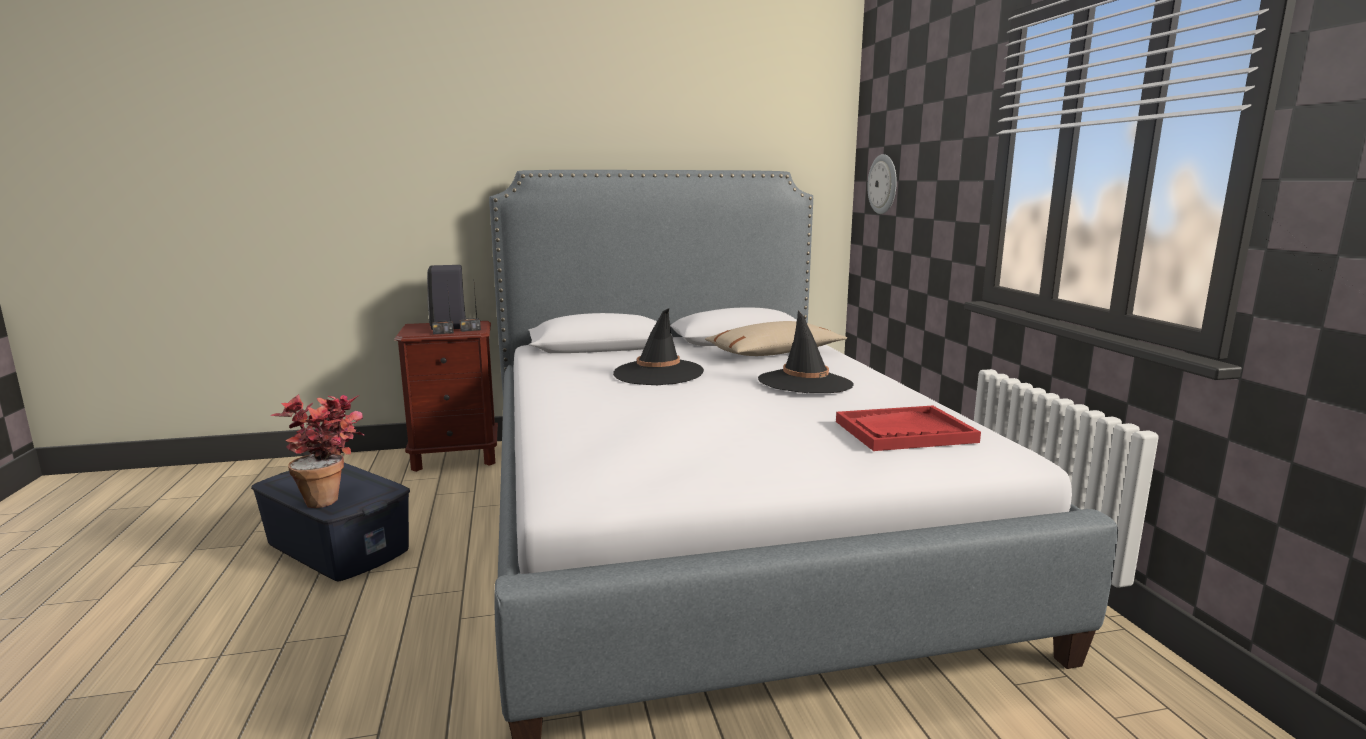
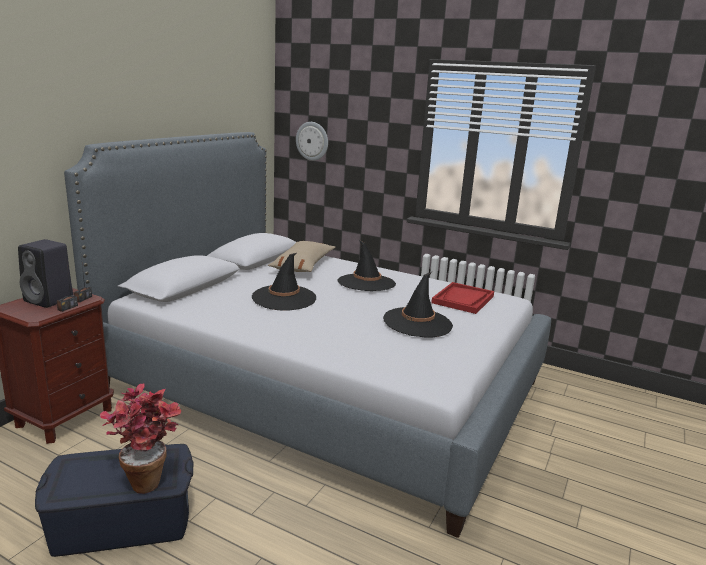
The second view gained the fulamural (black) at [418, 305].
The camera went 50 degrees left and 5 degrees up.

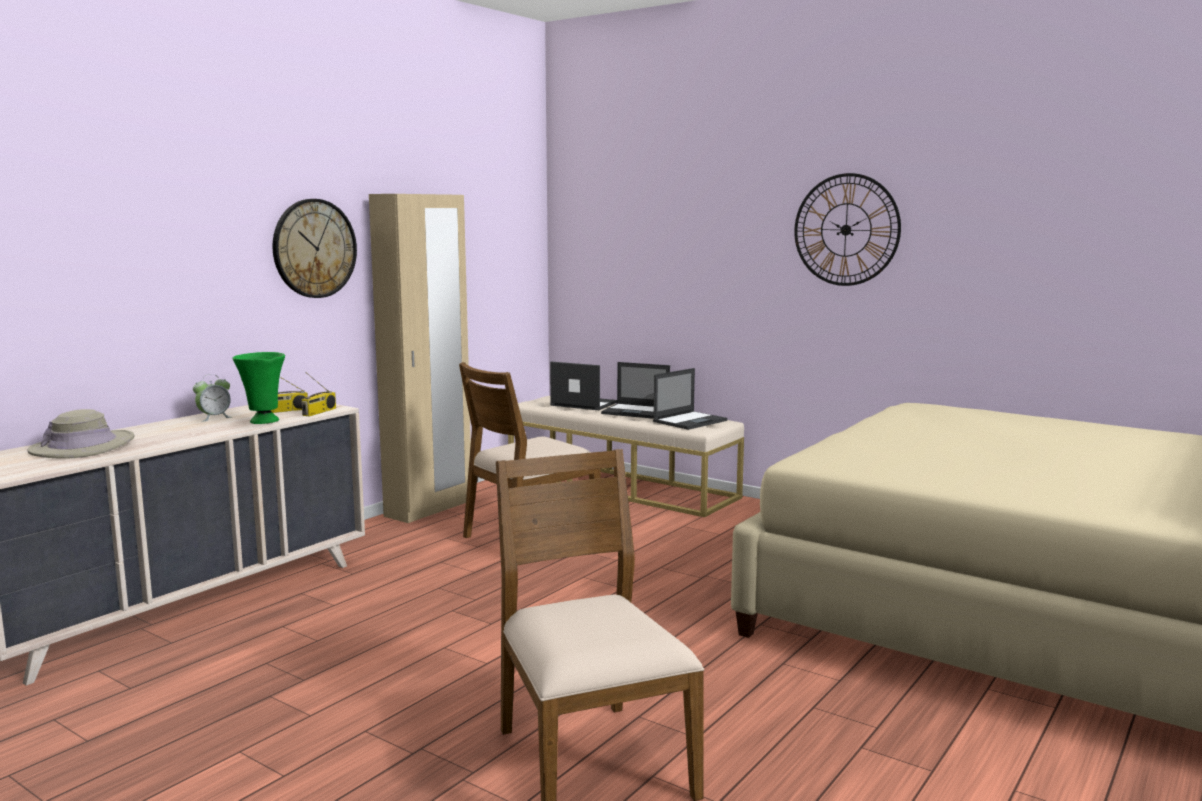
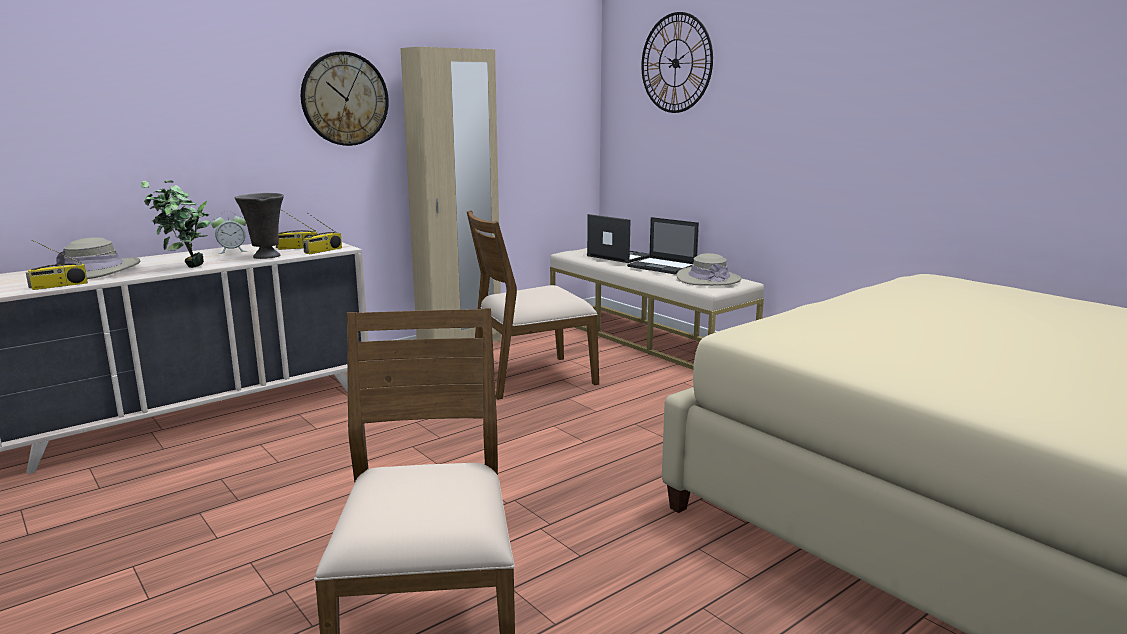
What was the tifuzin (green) at [258, 388] turned into the tifuzin (grey) at [259, 226].
Where the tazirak stood at [690, 399], the fulamural (beige) came to stand at [709, 269].
The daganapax ended up elsewhere, having gone from [847, 229] to [677, 62].
The second view gained the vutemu at [57, 265].
The second view gained the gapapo at [176, 224].
The camera went 15 degrees right and 5 degrees up.

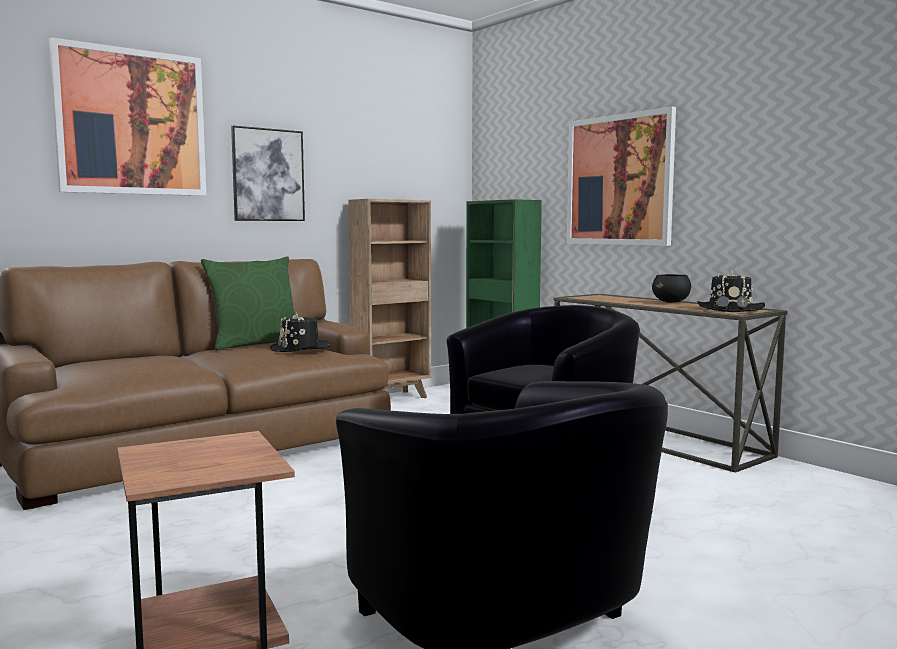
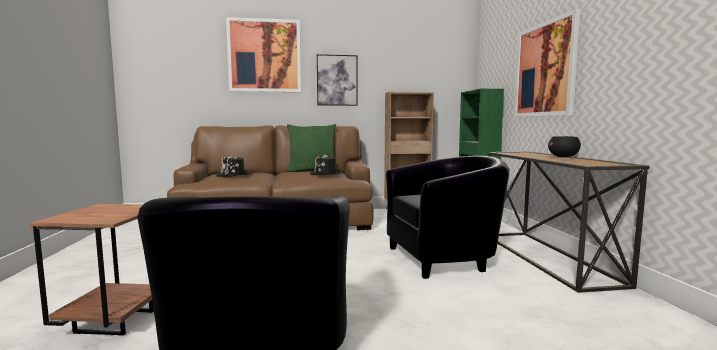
The fulamural (black) ended up elsewhere, having gone from [731, 291] to [233, 166].
The camera went 30 degrees right and 0 degrees up.

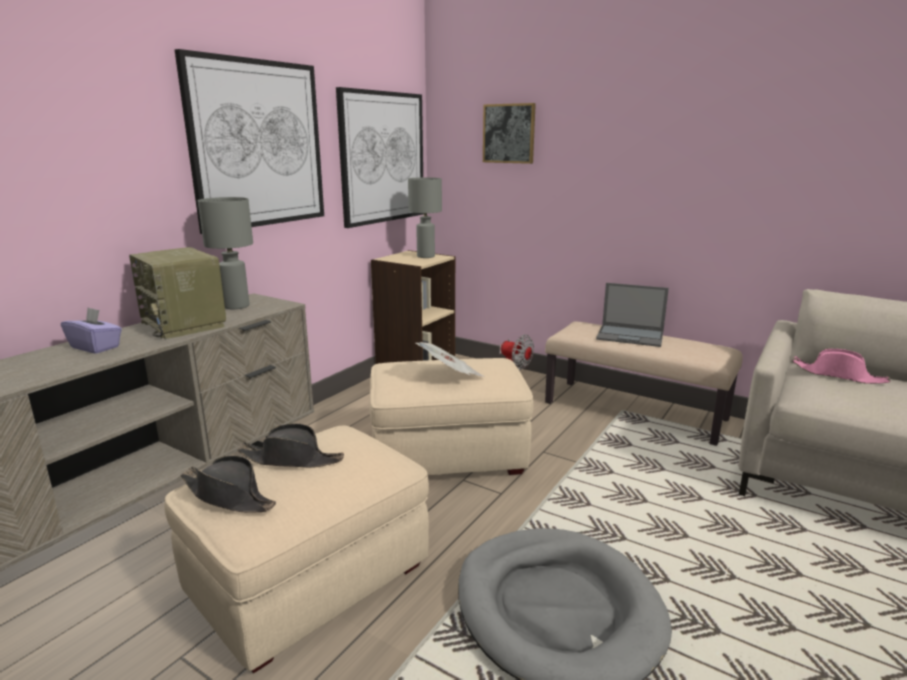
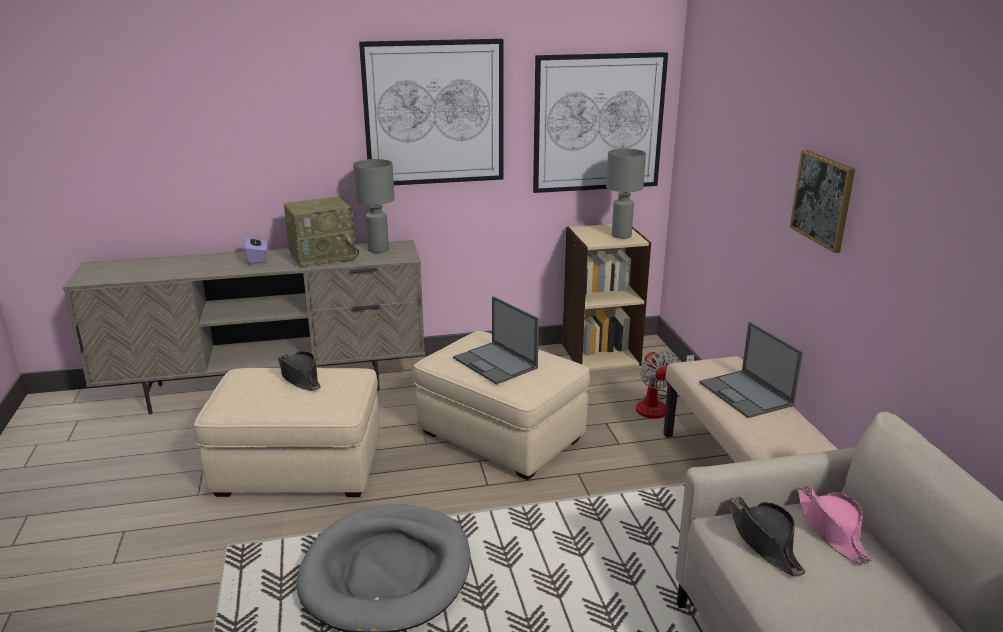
The vutemu at [177, 293] ended up facing another way, 120 degrees counterclockwise from before.
The fulamural (black) ended up elsewhere, having gone from [228, 484] to [767, 537].
Where the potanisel stood at [450, 359], the tazirak came to stand at [496, 340].
The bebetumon ended up elsewhere, having gone from [509, 133] to [822, 201].
The camera went 45 degrees right and 5 degrees up.

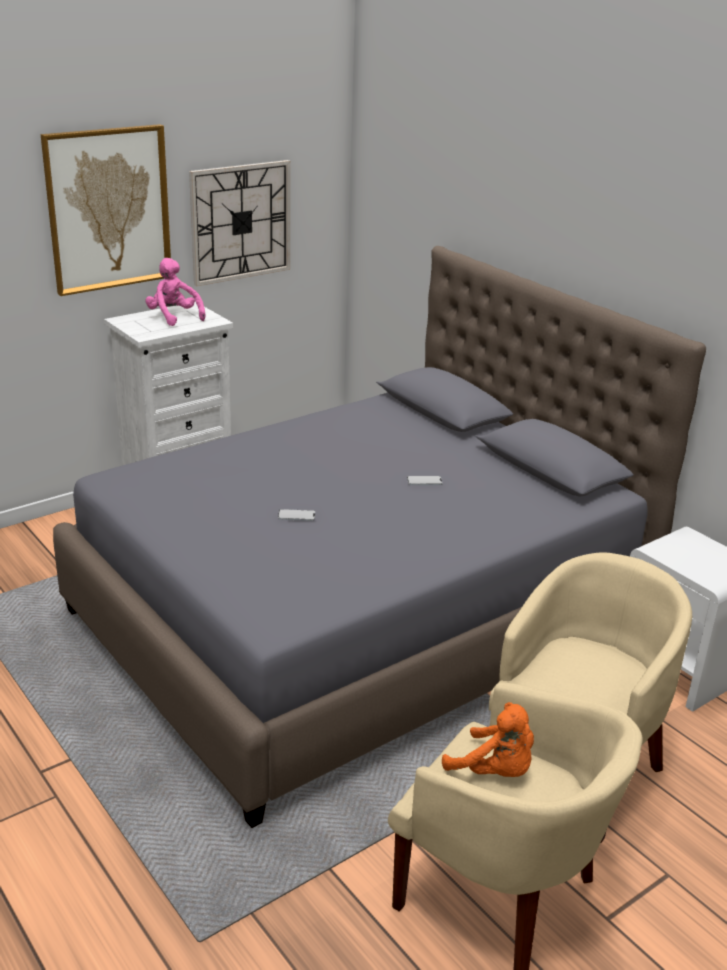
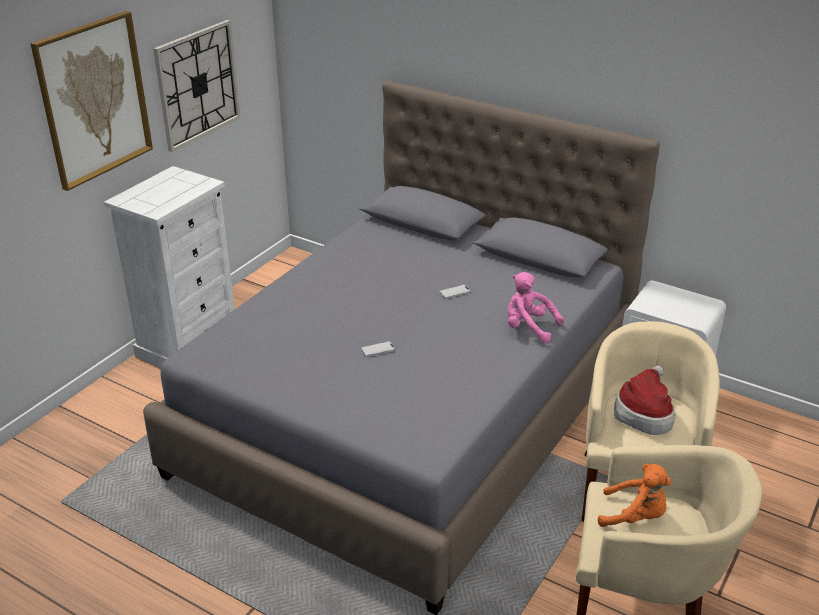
The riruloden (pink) ended up elsewhere, having gone from [175, 292] to [536, 307].
The second view gained the fulamural at [645, 400].
The camera went 20 degrees left and 5 degrees up.

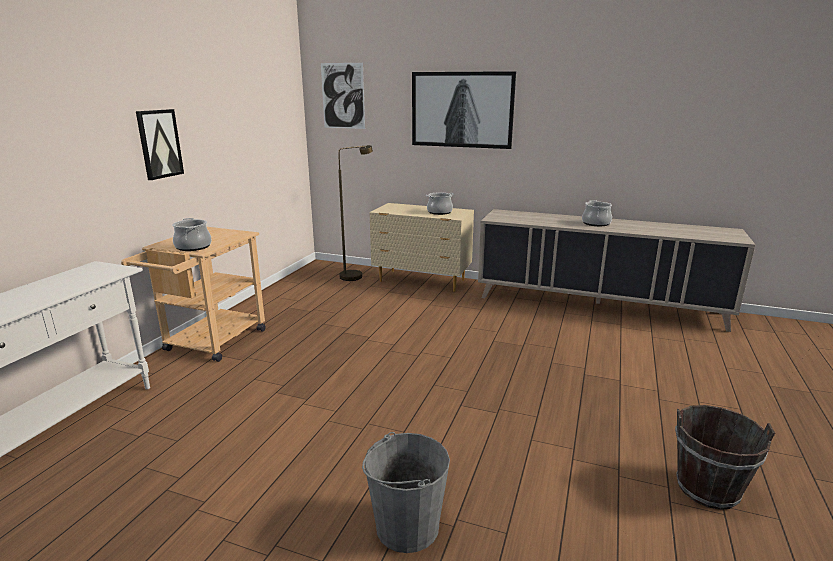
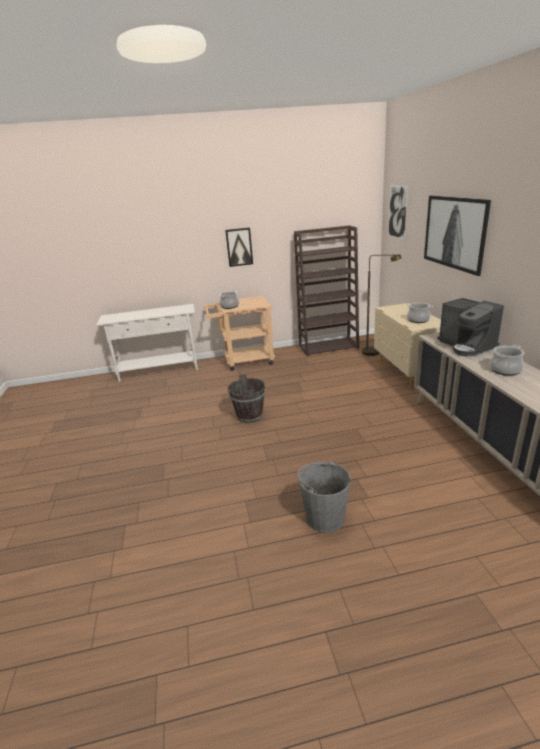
The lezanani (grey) ended up elsewhere, having gone from [406, 492] to [324, 497].
The lezanani (brown) ended up elsewhere, having gone from [725, 457] to [247, 398].
The second view gained the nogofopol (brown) at [326, 290].
The second view gained the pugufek at [470, 327].
The camera went 60 degrees right and 5 degrees up.

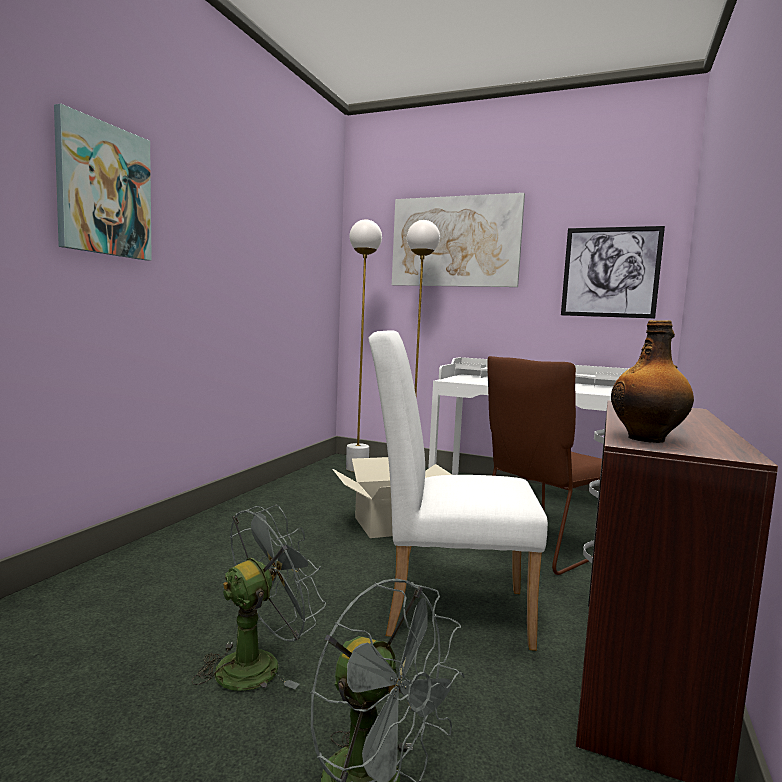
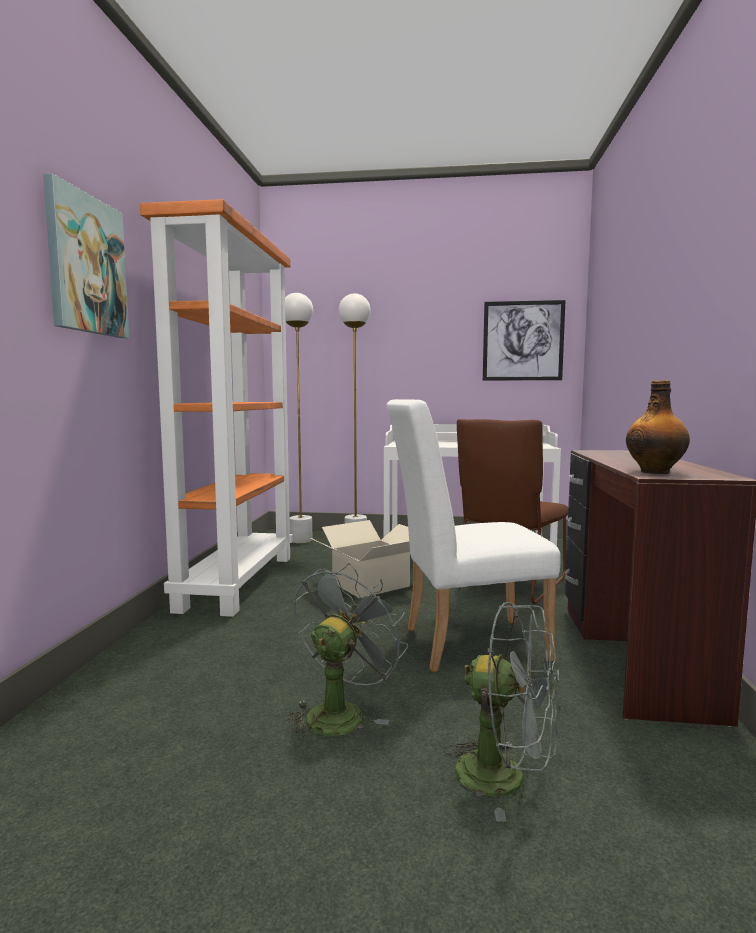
The second view lost the bebetumon at [458, 240].
The second view gained the nogofopol (orange) at [216, 408].
The camera went 15 degrees left and 0 degrees up.

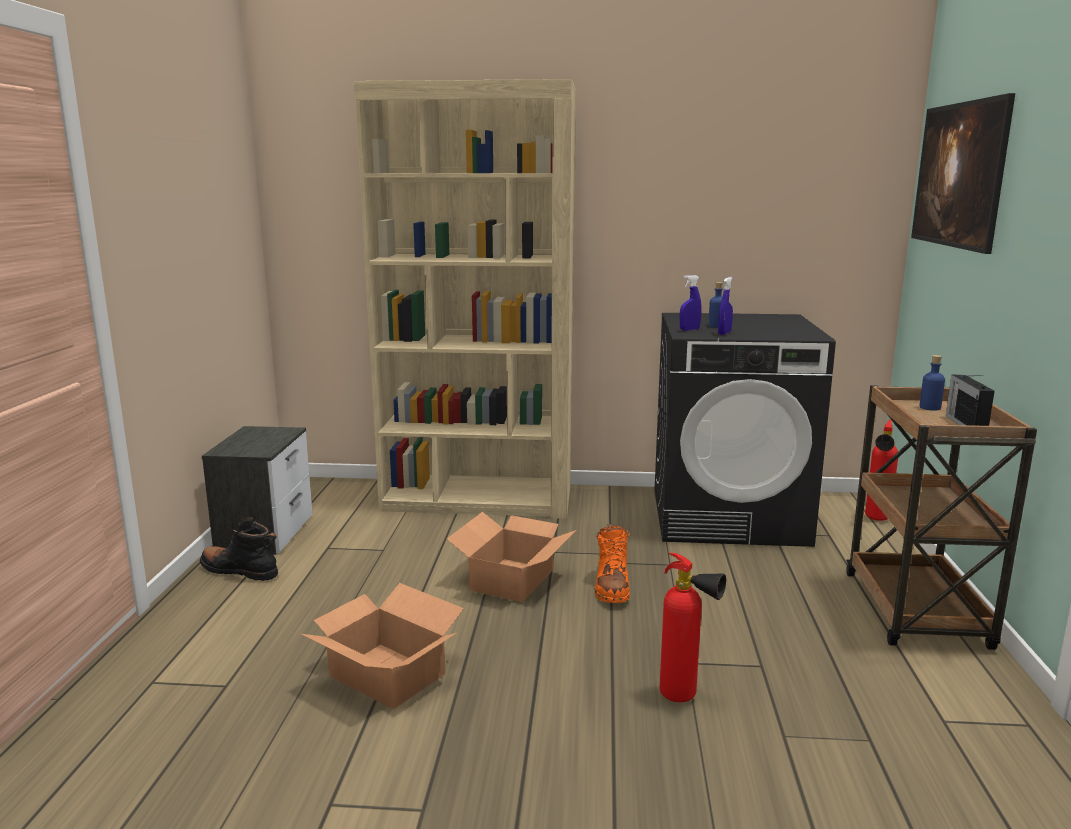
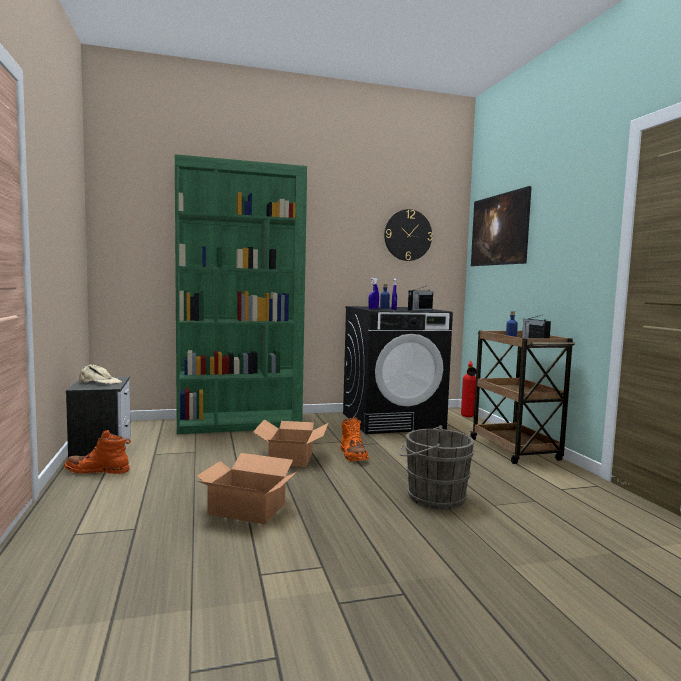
What was the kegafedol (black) at [239, 549] turned into the kegafedol (orange) at [97, 452].
What was the nogofopol (beige) at [464, 299] turned into the nogofopol (green) at [240, 294].
Where the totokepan stood at [693, 627], the lezanani (grey) came to stand at [436, 467].
The second view gained the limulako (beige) at [100, 374].
The second view gained the daganapax at [408, 235].
The second view gained the vutemu at [420, 298].
The camera went 20 degrees left and 10 degrees down.

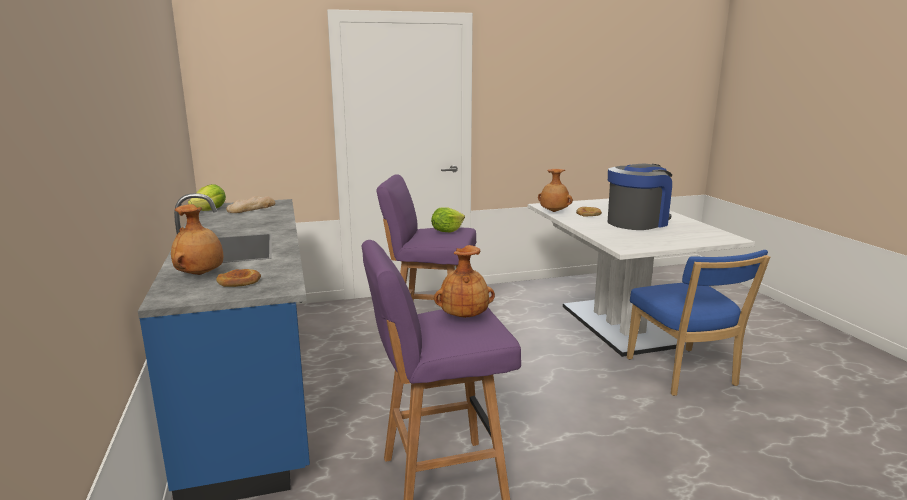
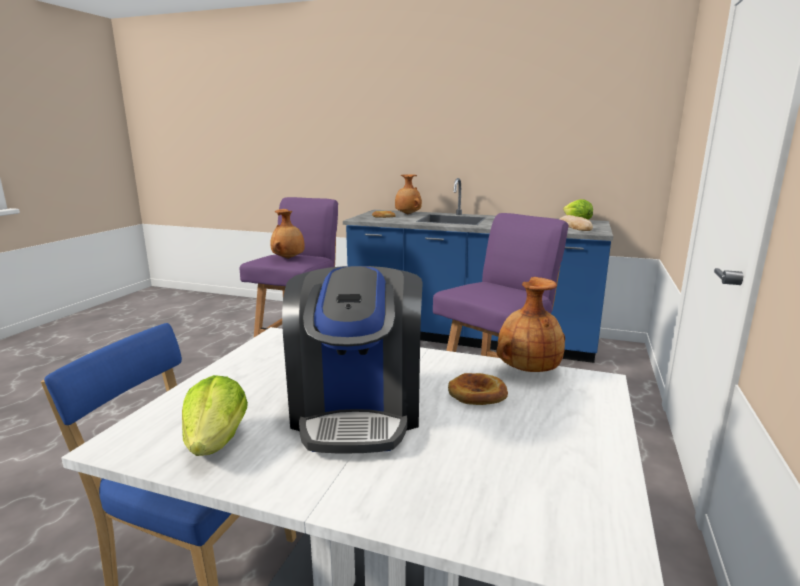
The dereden ended up elsewhere, having gone from [448, 220] to [215, 415].
The camera went 125 degrees right and 0 degrees up.

